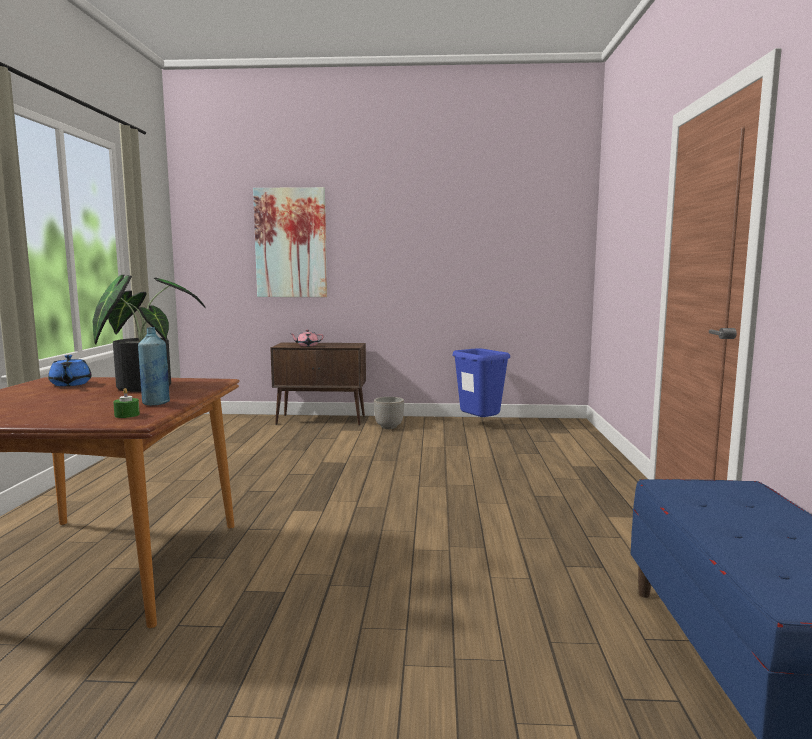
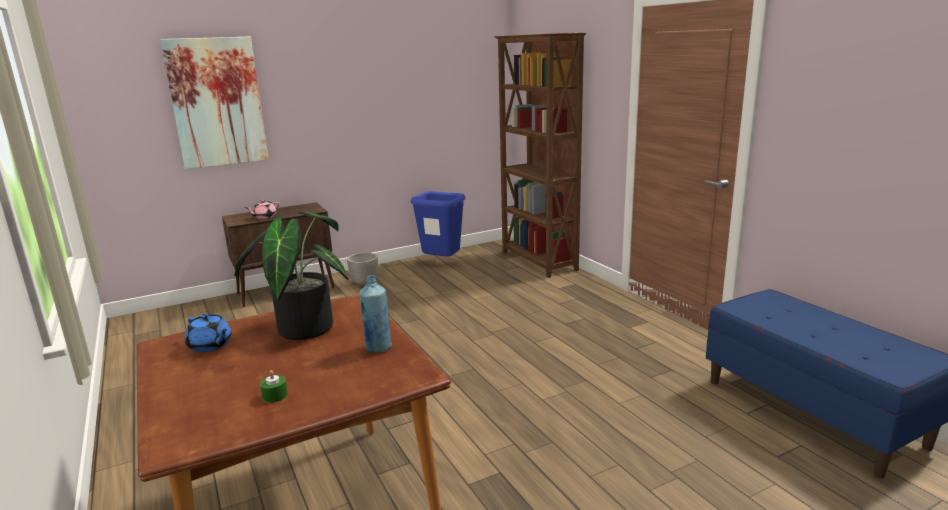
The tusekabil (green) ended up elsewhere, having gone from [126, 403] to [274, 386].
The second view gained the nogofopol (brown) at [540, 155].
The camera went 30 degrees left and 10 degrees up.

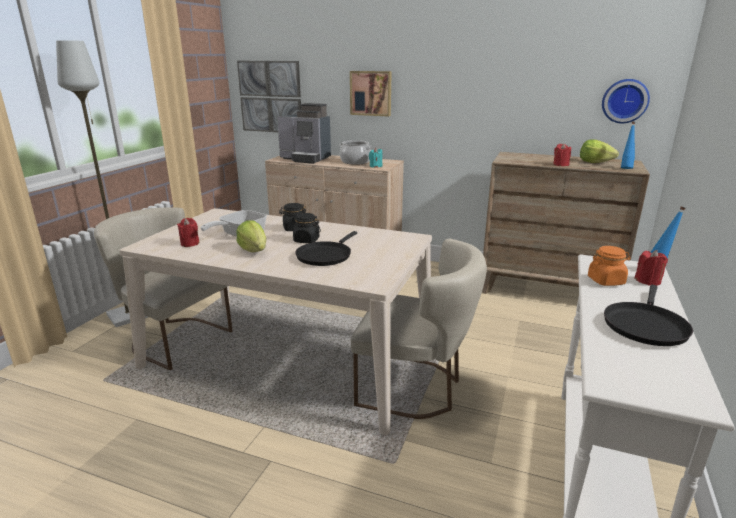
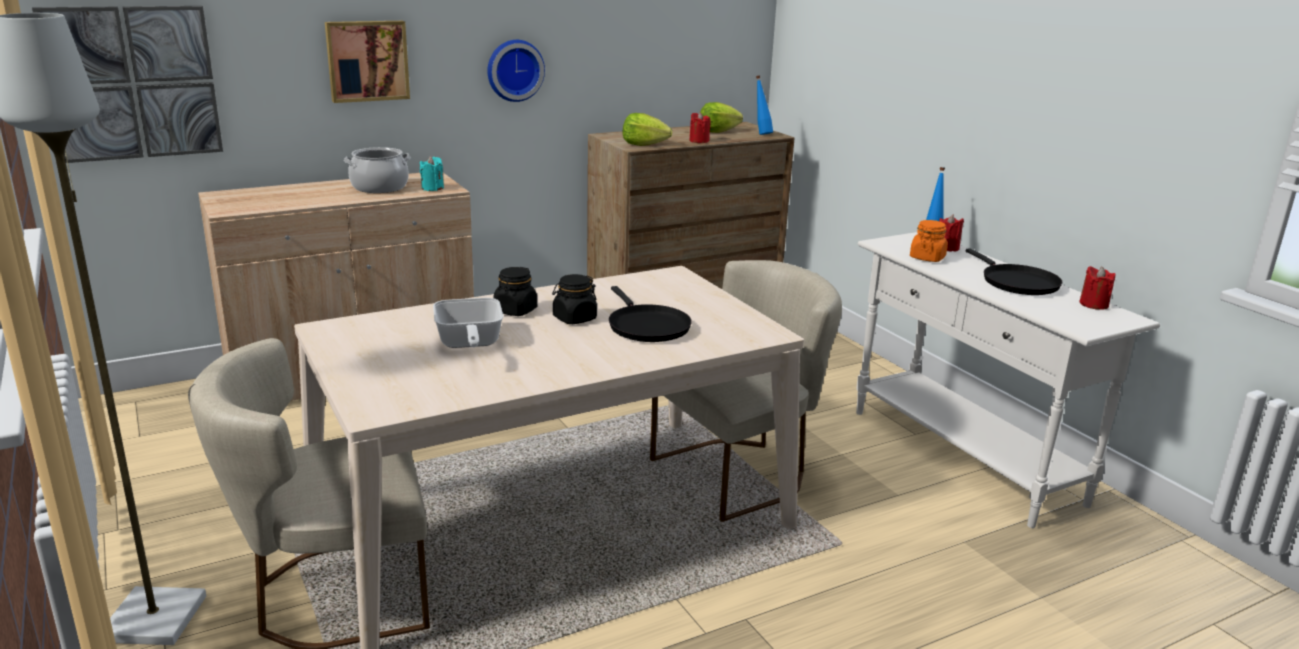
The tusekabil (red) ended up elsewhere, having gone from [188, 232] to [1097, 288].
The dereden ended up elsewhere, having gone from [251, 236] to [647, 129].
The second view lost the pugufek at [304, 133].
The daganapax ended up elsewhere, having gone from [626, 101] to [516, 71].
The camera went 50 degrees left and 0 degrees up.

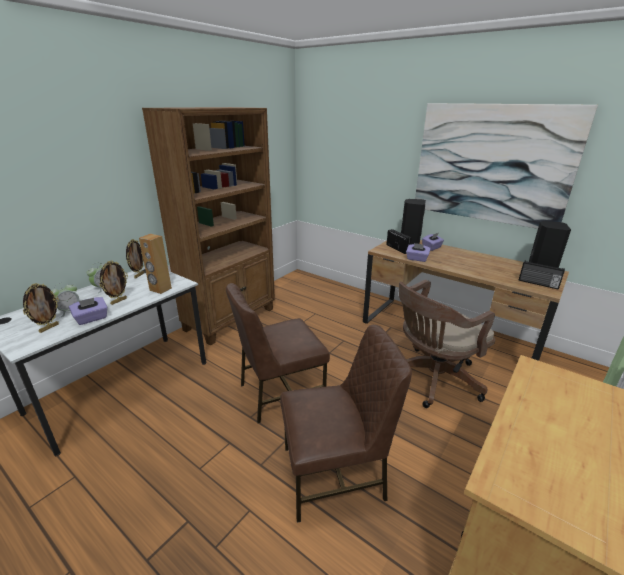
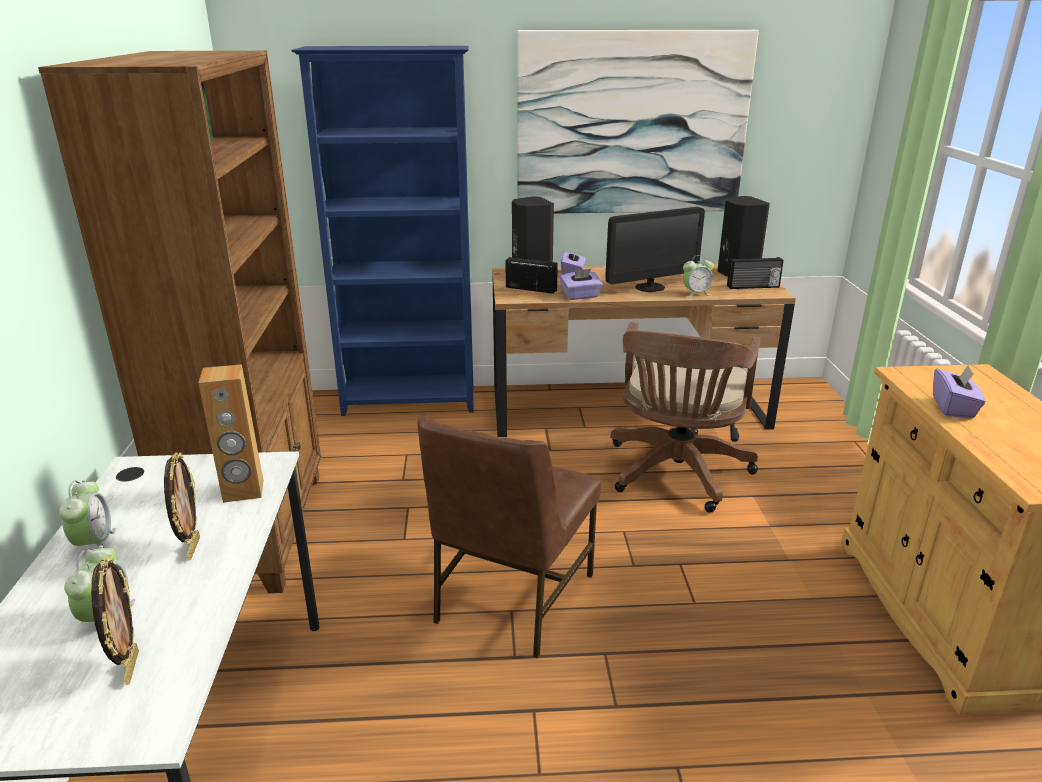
The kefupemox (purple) ended up elsewhere, having gone from [88, 311] to [959, 391].
The second view lost the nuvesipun at [135, 259].
The second view lost the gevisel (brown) at [346, 424].
The second view gained the nogofopol (blue) at [382, 231].
The second view gained the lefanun at [655, 249].
The second view gained the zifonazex at [698, 276].
The camera went 40 degrees left and 0 degrees up.

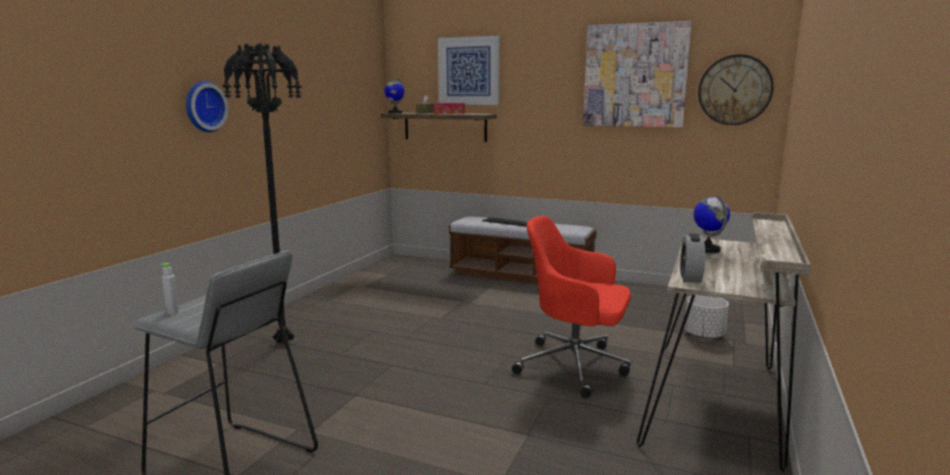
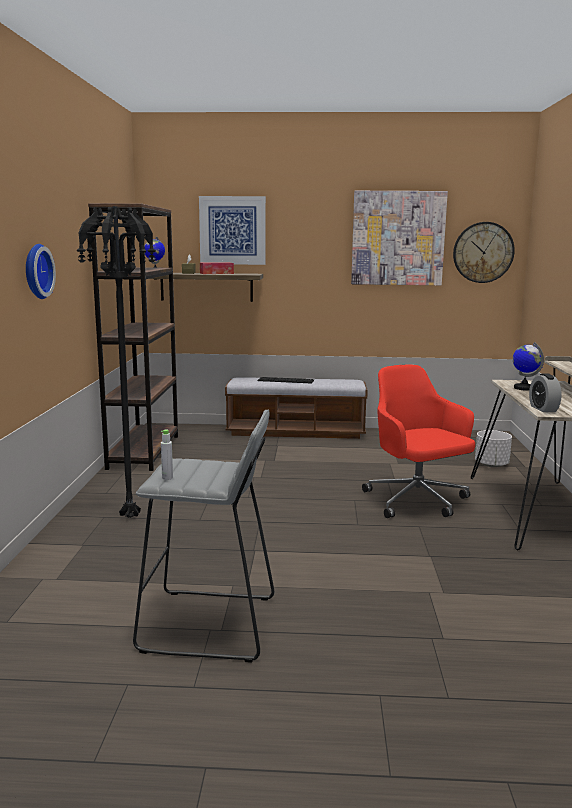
The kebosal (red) at [571, 307] ended up facing another way, 60 degrees clockwise from before.
The second view gained the nogofopol (brown) at [133, 337].
The camera went 20 degrees left and 0 degrees up.

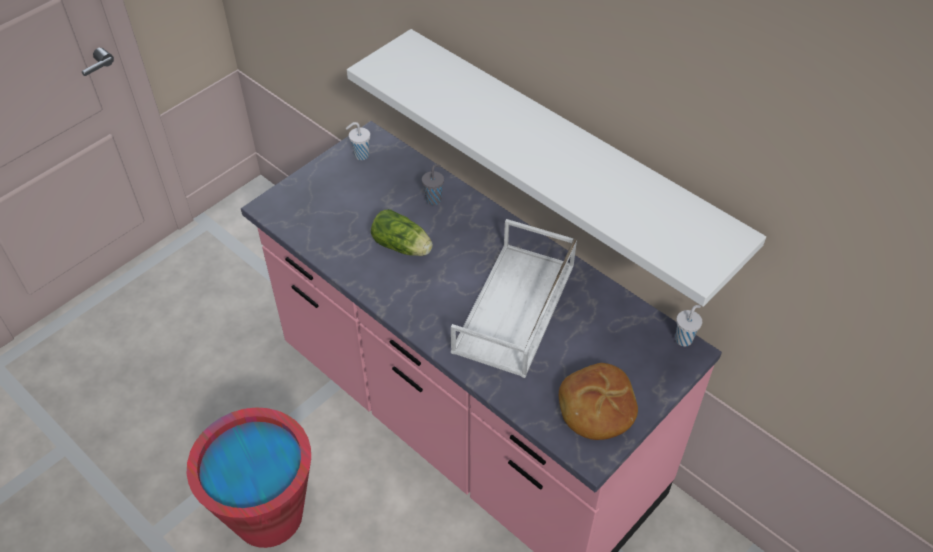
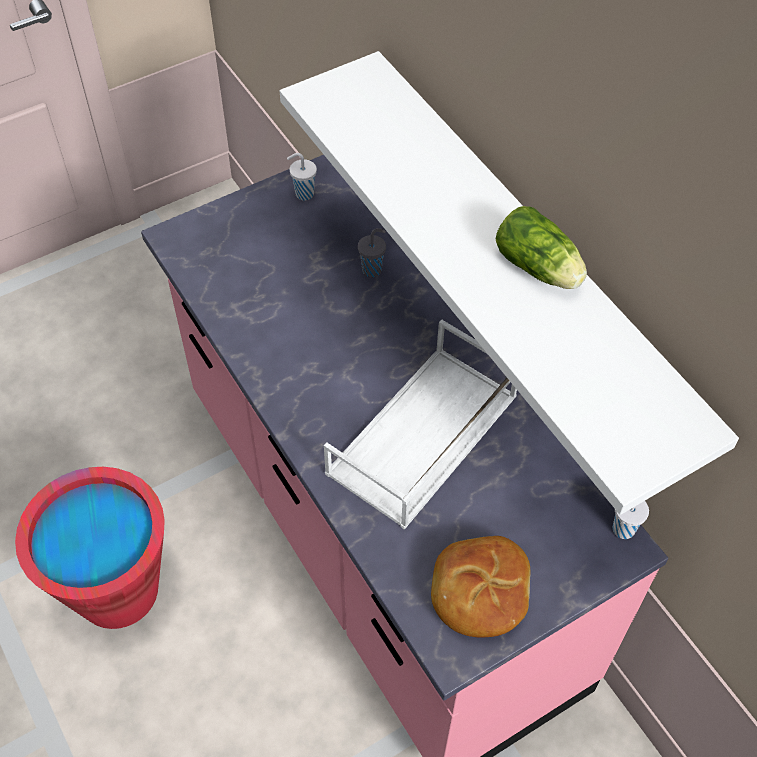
The dereden ended up elsewhere, having gone from [402, 232] to [541, 247].
The camera went 15 degrees right and 5 degrees up.

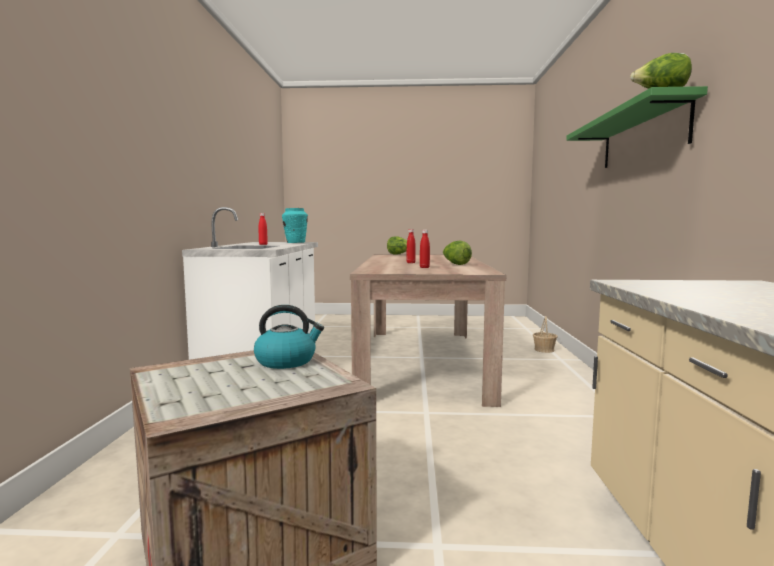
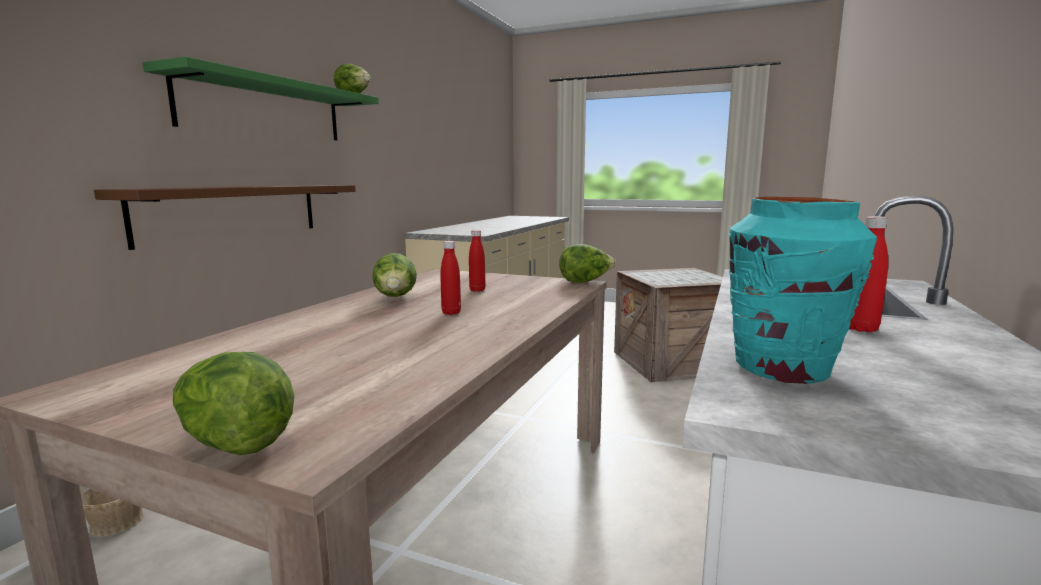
The second view lost the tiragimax at [289, 337].
The second view gained the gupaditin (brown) at [225, 217].
The second view gained the dereden at [587, 263].
The camera went 160 degrees left and 5 degrees up.

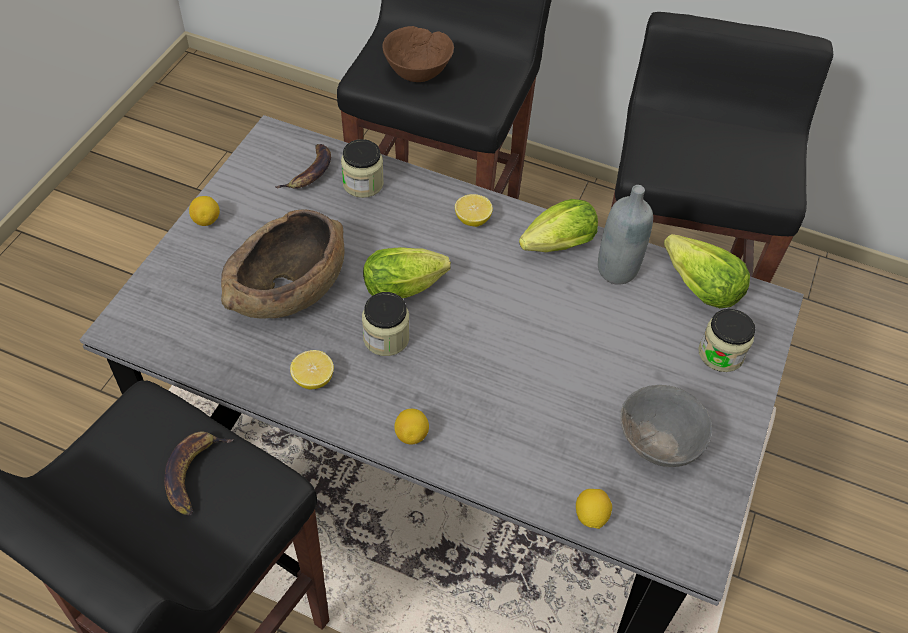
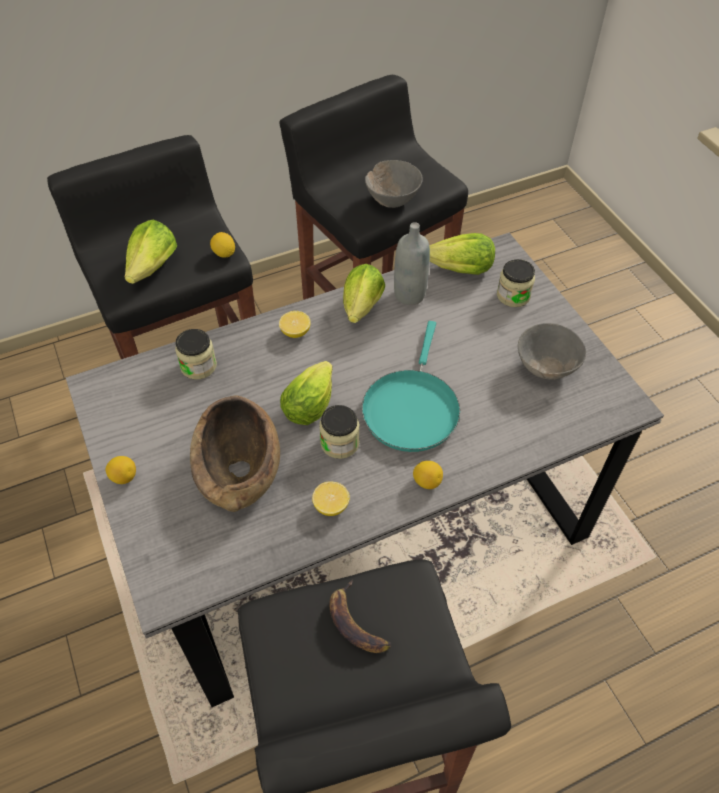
The second view lost the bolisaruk at [303, 166].
Where the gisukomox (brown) stood at [418, 54], the dereden came to stand at [151, 252].
The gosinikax ended up elsewhere, having gone from [594, 509] to [222, 245].
The second view gained the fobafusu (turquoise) at [411, 386].
The second view gained the gisukomox (grey) at [394, 184].
The camera went 45 degrees left and 0 degrees up.

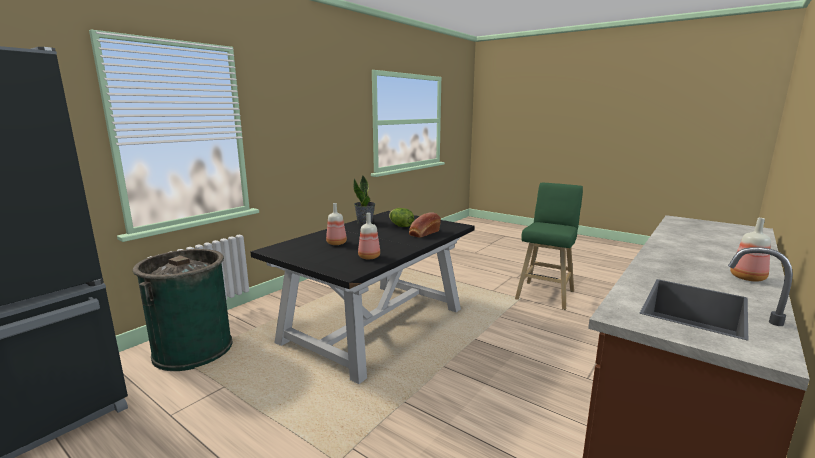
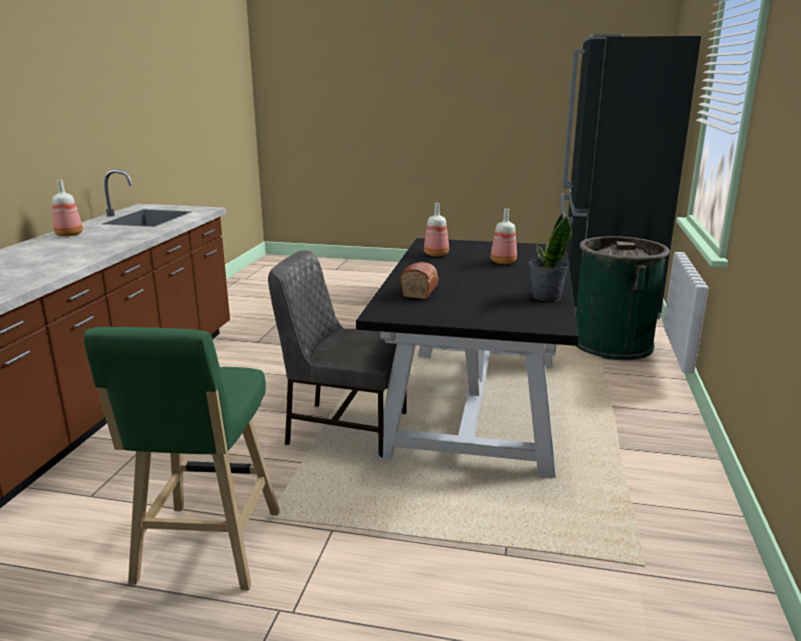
The second view lost the dereden at [401, 217].
The second view gained the gevisel (grey) at [337, 354].
The camera went 155 degrees right and 5 degrees up.

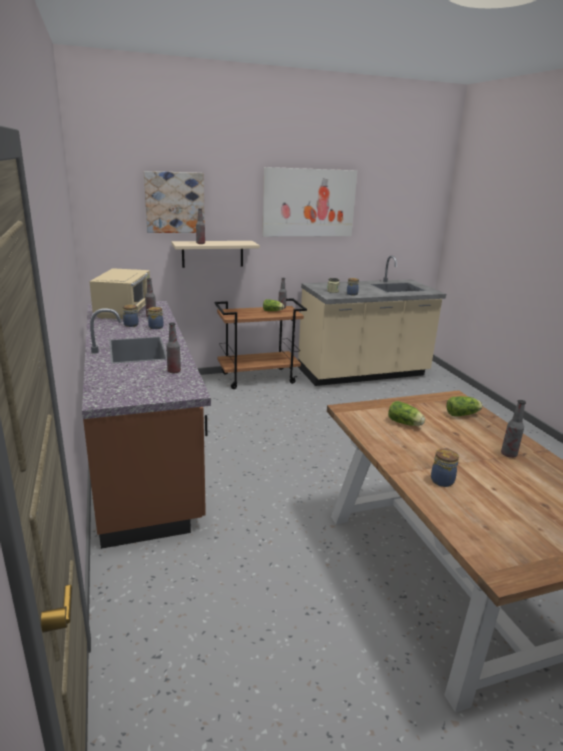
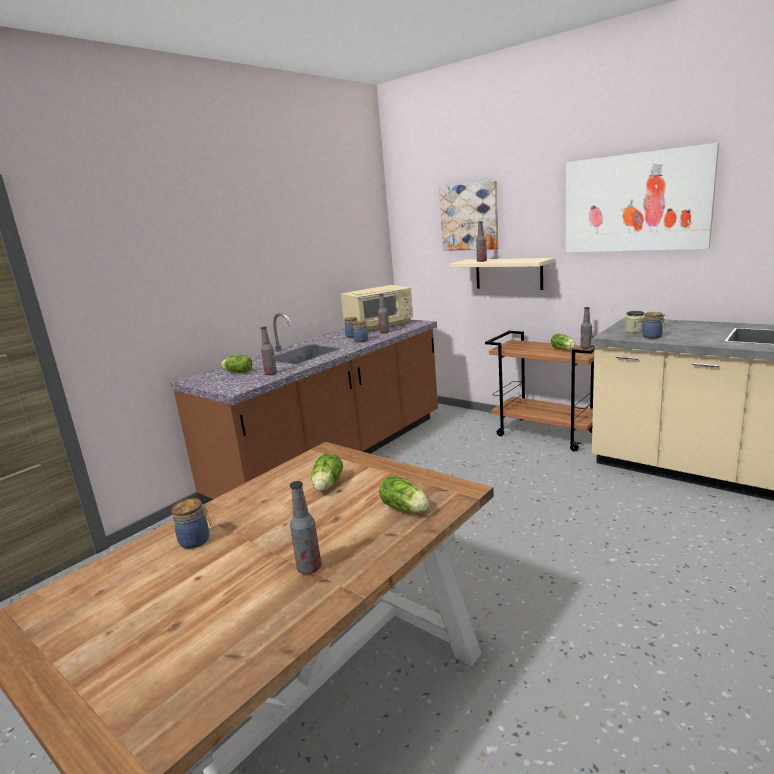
The second view gained the dereden at [236, 364].
The camera went 60 degrees right and 5 degrees down.

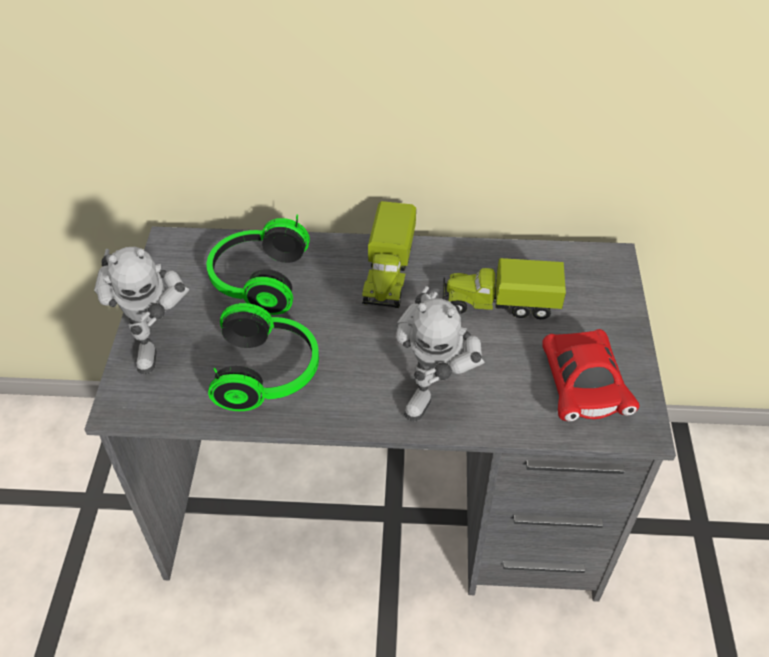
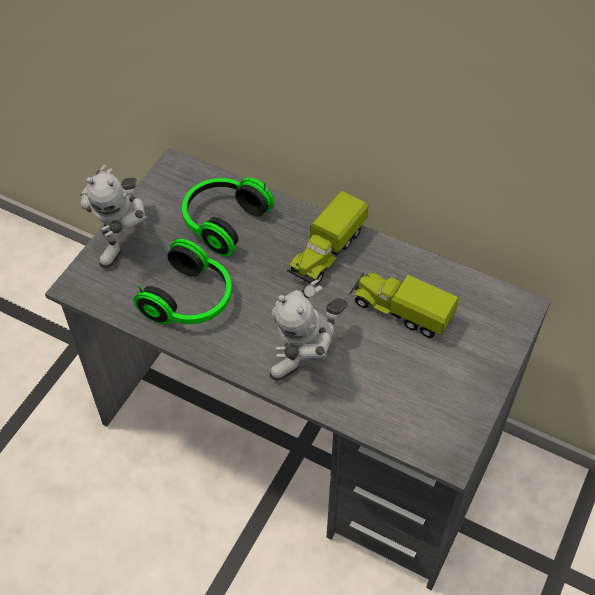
The second view lost the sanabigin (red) at [590, 375].
The camera went 25 degrees right and 5 degrees up.

